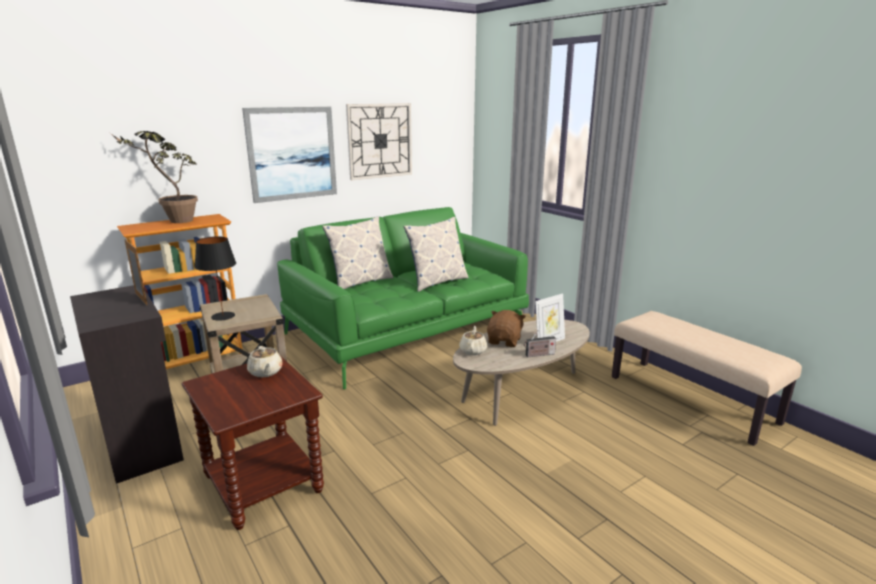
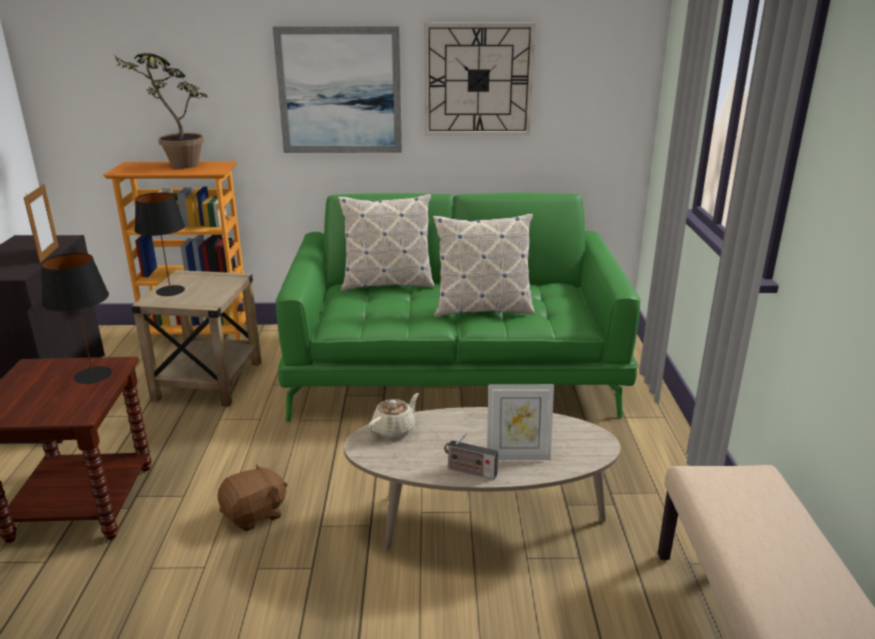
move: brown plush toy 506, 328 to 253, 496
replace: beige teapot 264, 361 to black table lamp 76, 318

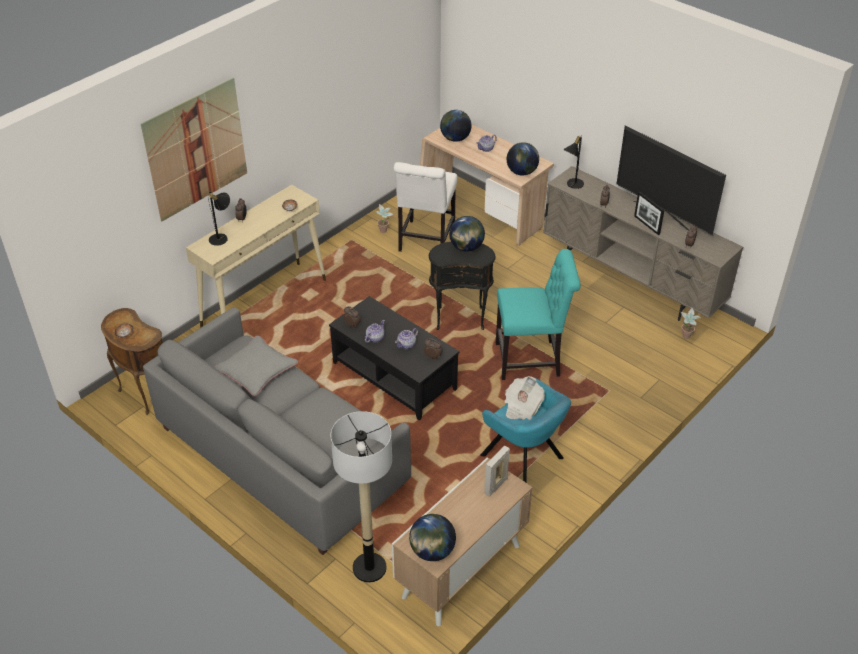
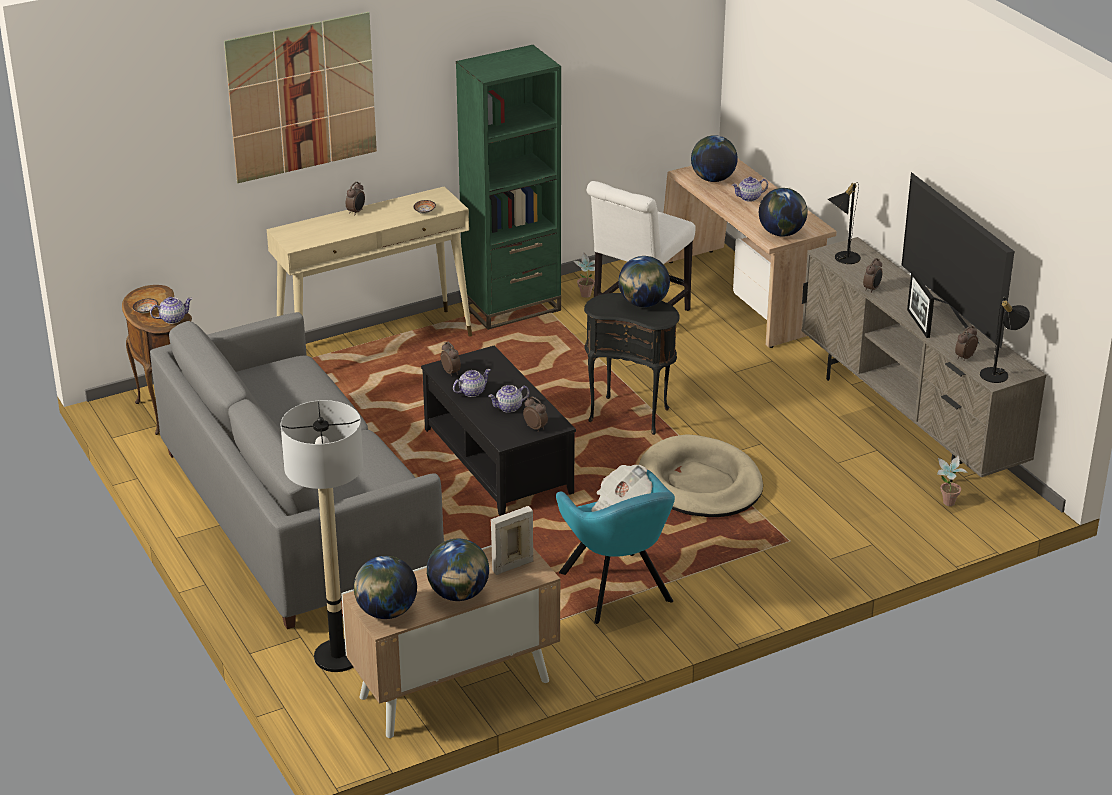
delete: grey pillow 256, 366
insert: teapot 171, 310; globe 458, 570; green bookcase 508, 187
move: black table lamp 219, 218 to 1005, 340
replace: turquoise chair 538, 314 to beige dog bed 701, 475

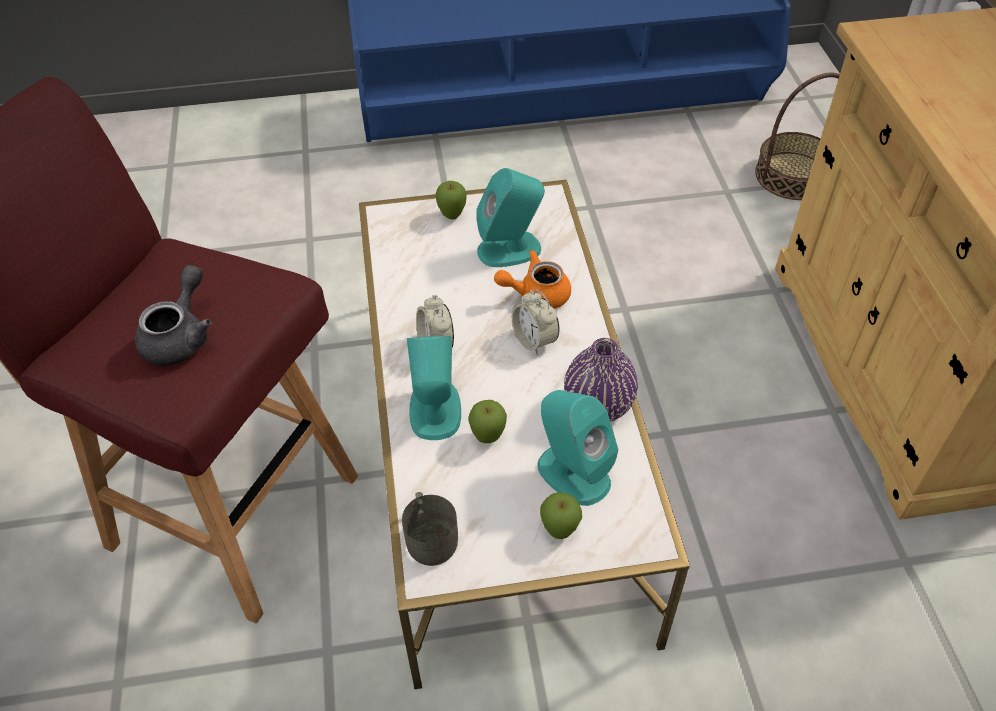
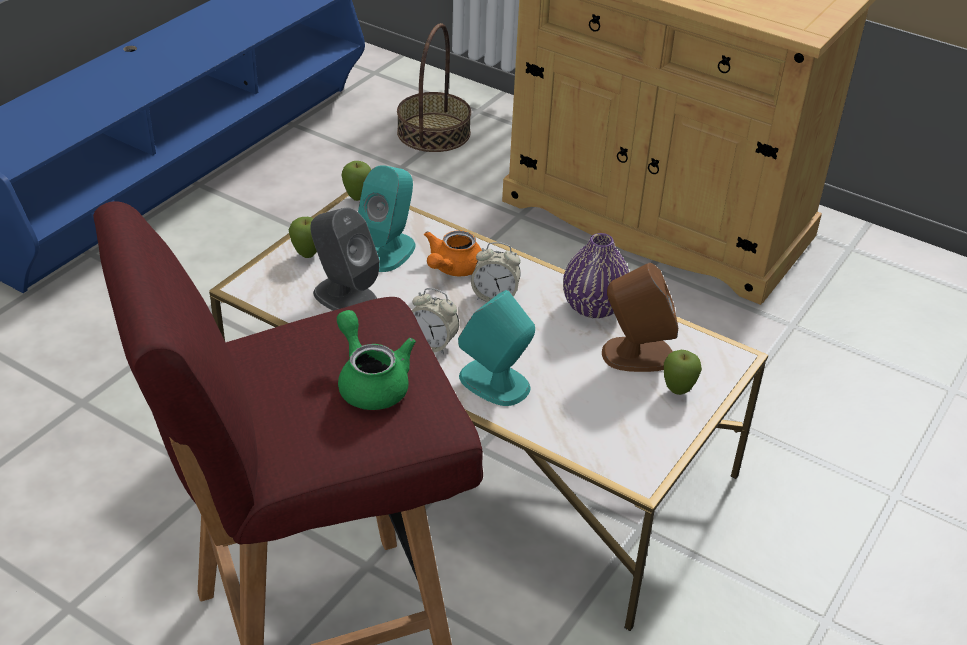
delete: grey mug 430, 529
insert: grey speaker 345, 259
move: apple 487, 421 to 356, 181
recolor: grey teapot 173, 315 to green teapot 376, 360; turquoise speaker 577, 448 to brown speaker 640, 317

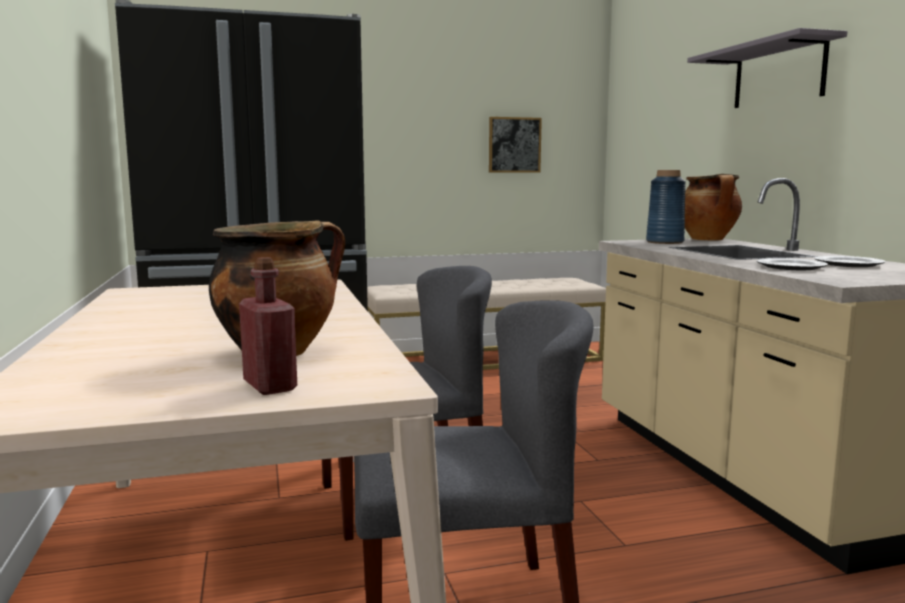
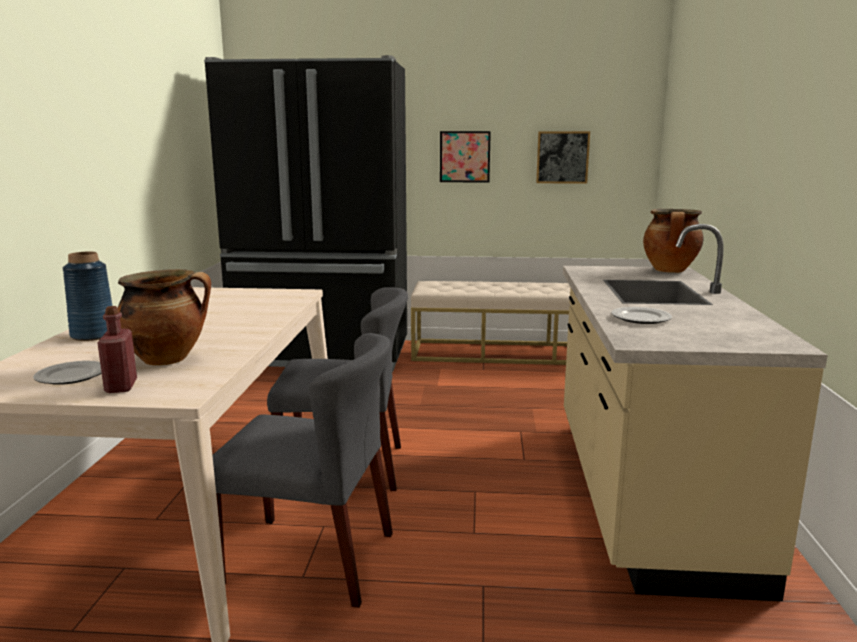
delete: grey shelf 767, 68
insert: picture 465, 157
move: blue vase 666, 207 to 88, 296; plate 849, 261 to 67, 373

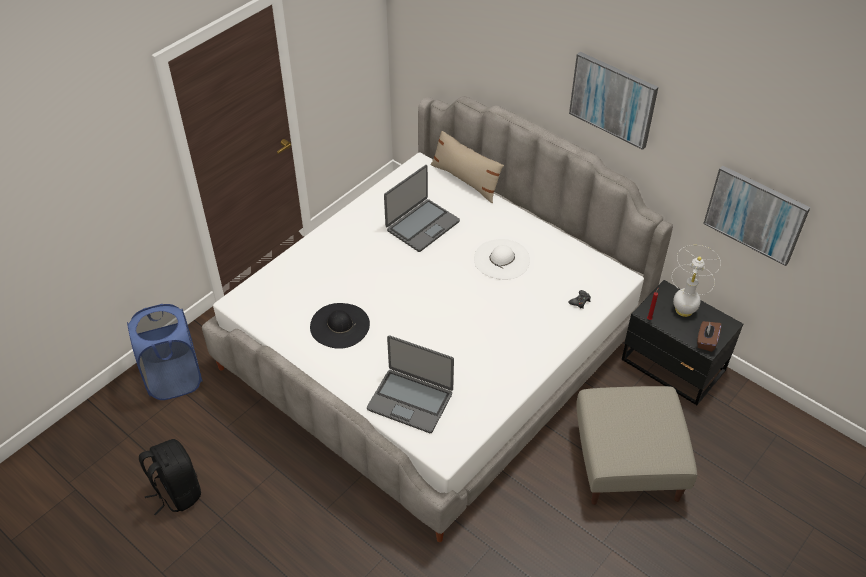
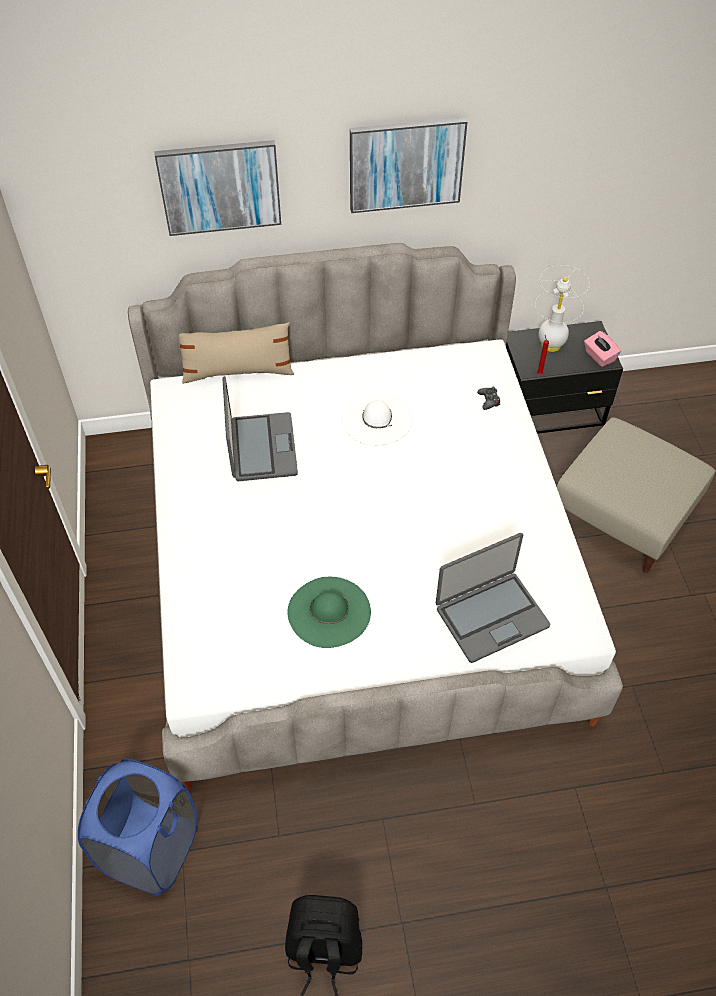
move: picture 756, 215 to 217, 188
recolor: black hat 340, 326 to green hat 329, 612; brown tissue box 709, 336 to pink tissue box 602, 349

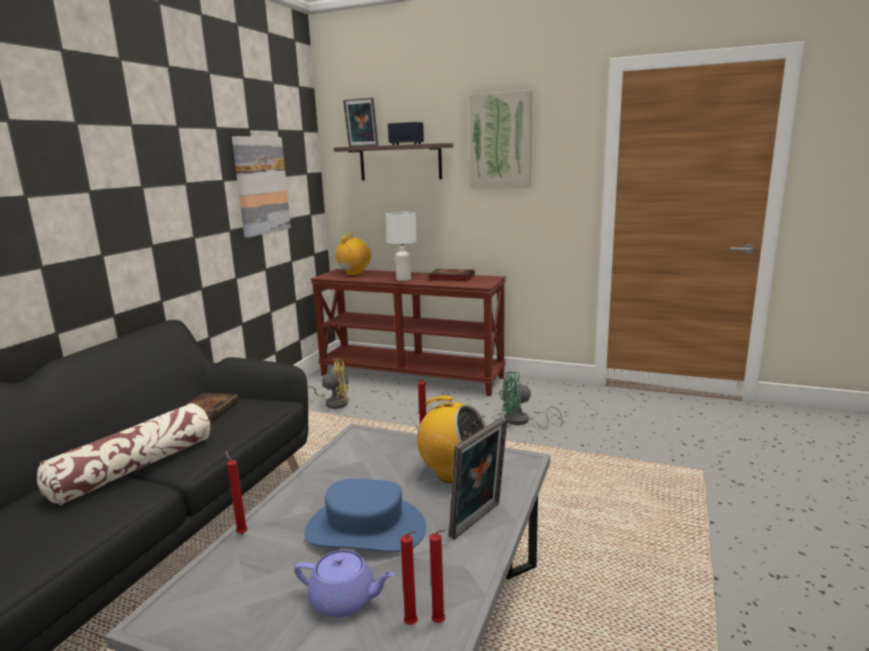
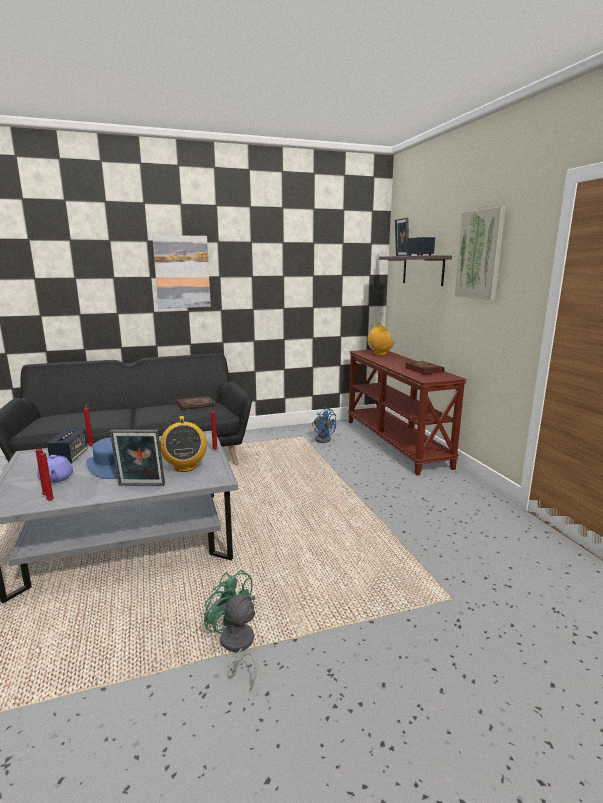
delete: pillow 124, 454; white table lamp 401, 246
insert: speaker 67, 446
move: picture 261, 186 to 181, 271; green fan 531, 400 to 230, 630
recolor: yellow fan 328, 384 to blue fan 324, 425

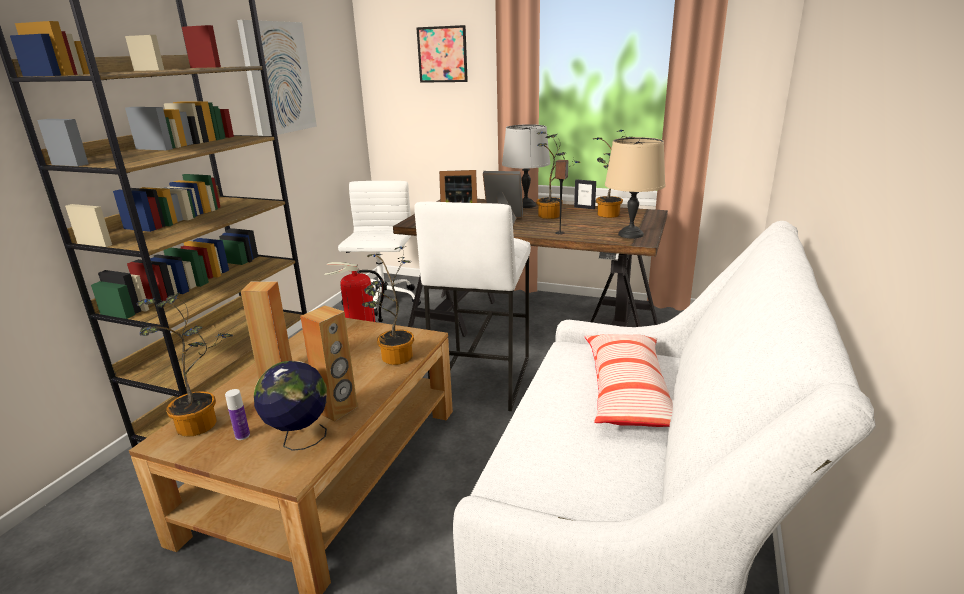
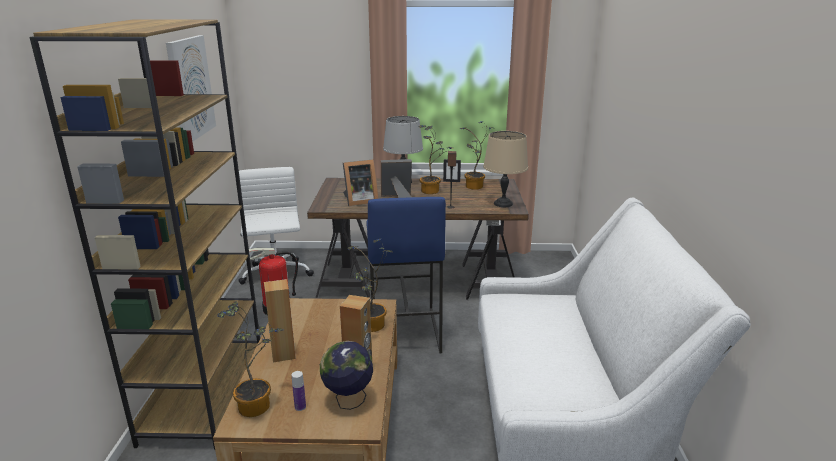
delete: picture 442, 54; pillow 628, 380
recolor: white stool 472, 306 to blue stool 406, 275

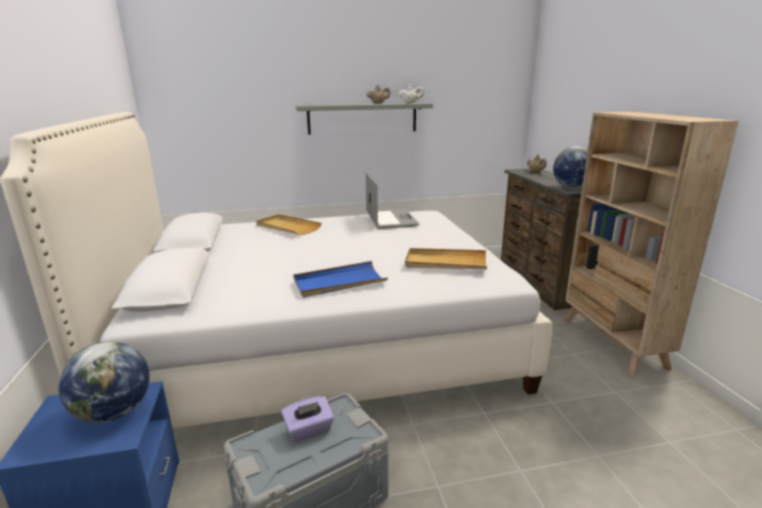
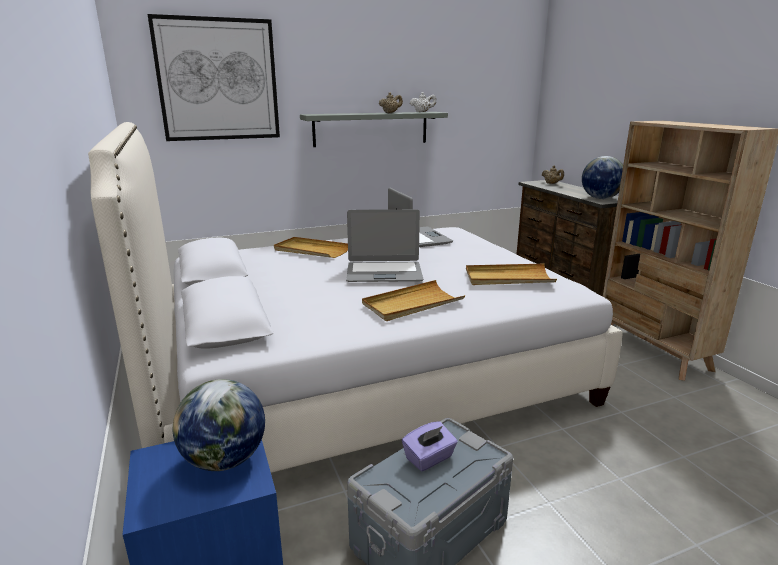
insert: picture 214, 77; laptop 384, 245
recolor: blue tray 340, 279 to beige tray 413, 300

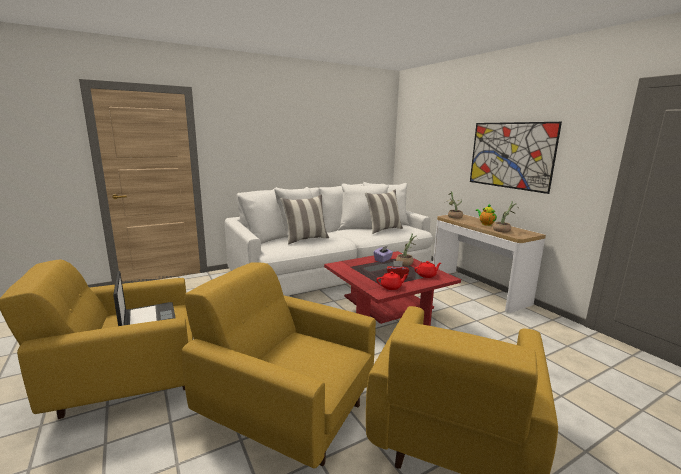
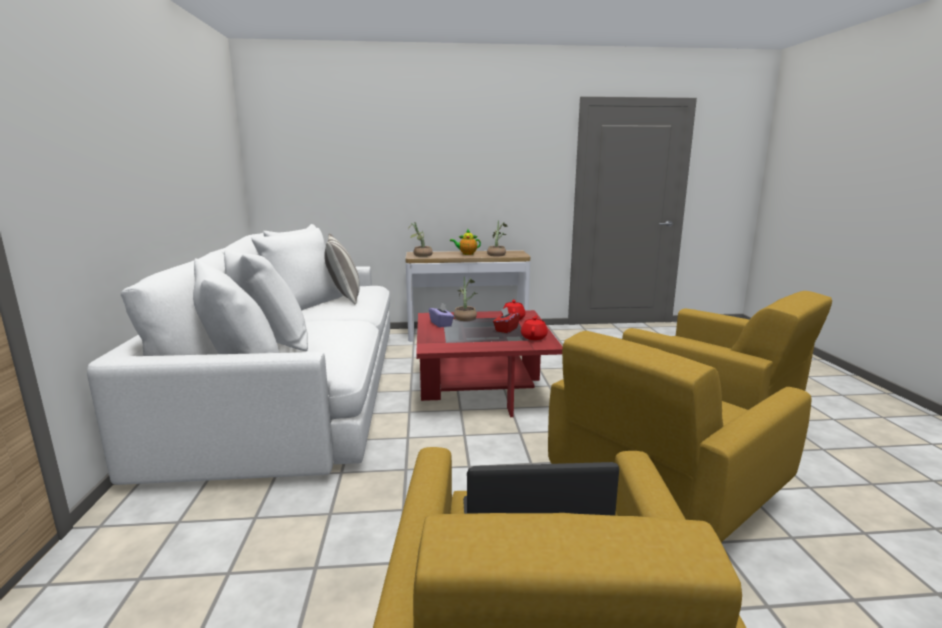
delete: pillow 304, 219; picture 516, 158

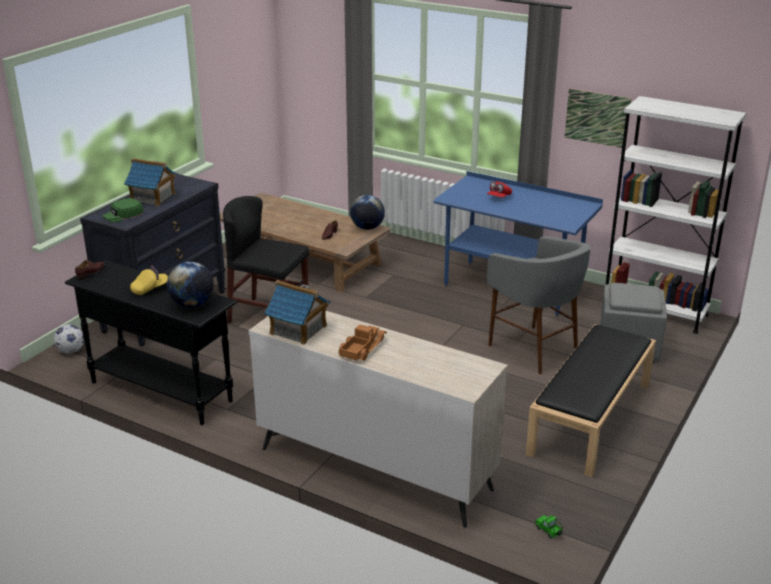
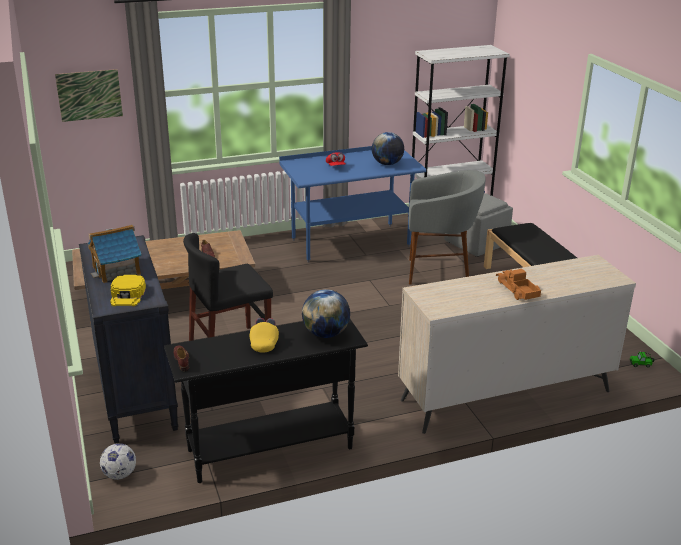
delete: toy house 297, 312
move: globe 367, 212 to 388, 148; picture 597, 118 to 89, 95
recolor: green cap 123, 210 to yellow cap 128, 290

